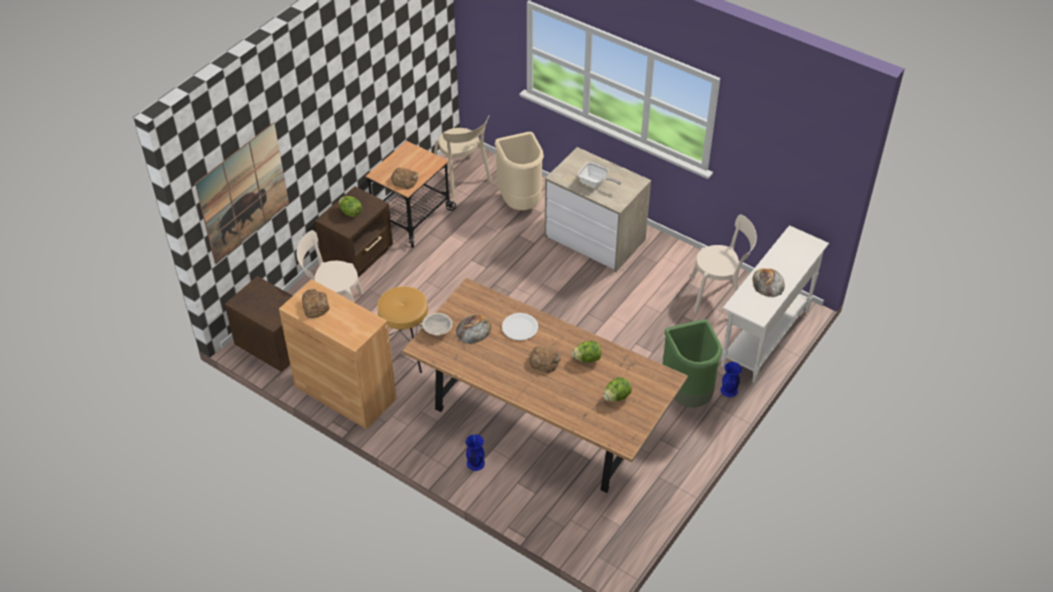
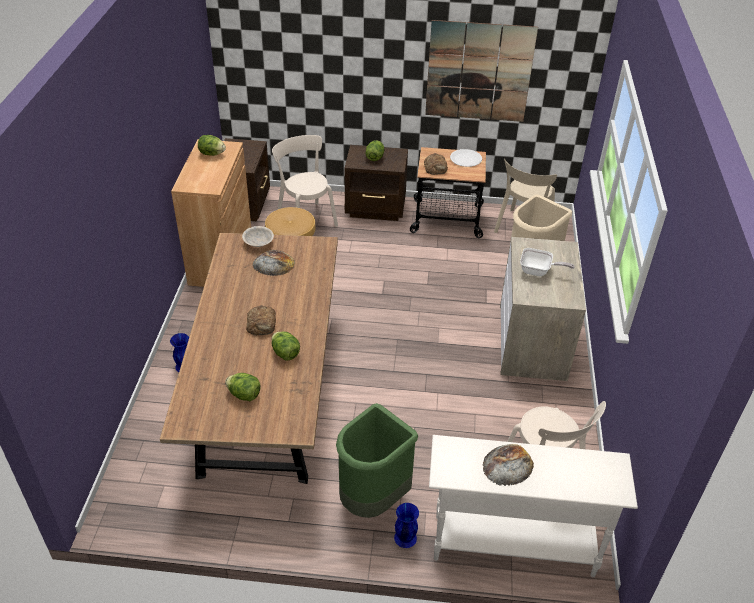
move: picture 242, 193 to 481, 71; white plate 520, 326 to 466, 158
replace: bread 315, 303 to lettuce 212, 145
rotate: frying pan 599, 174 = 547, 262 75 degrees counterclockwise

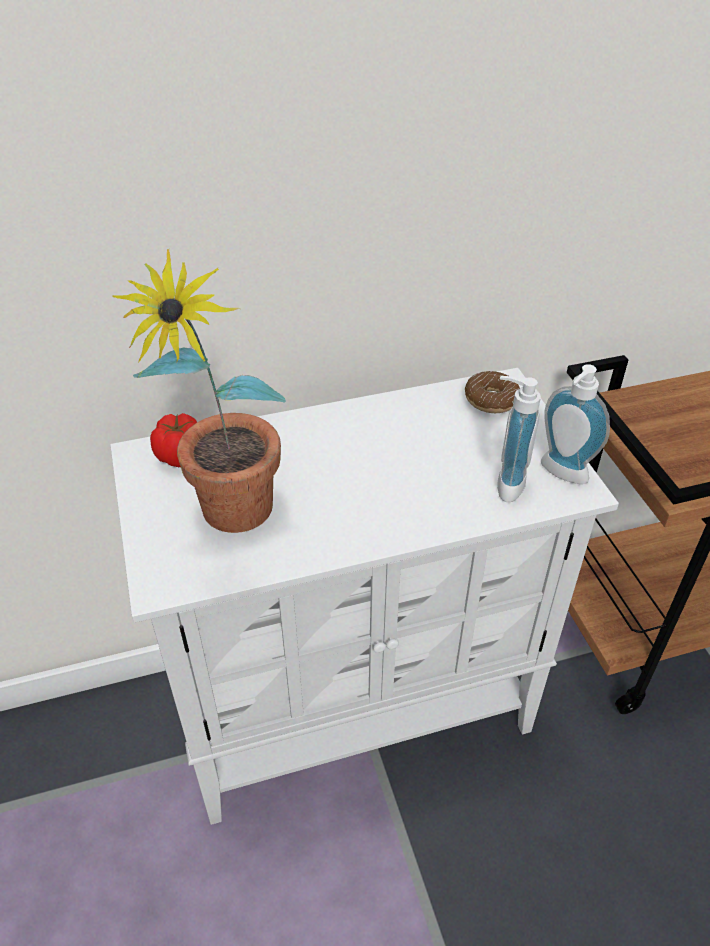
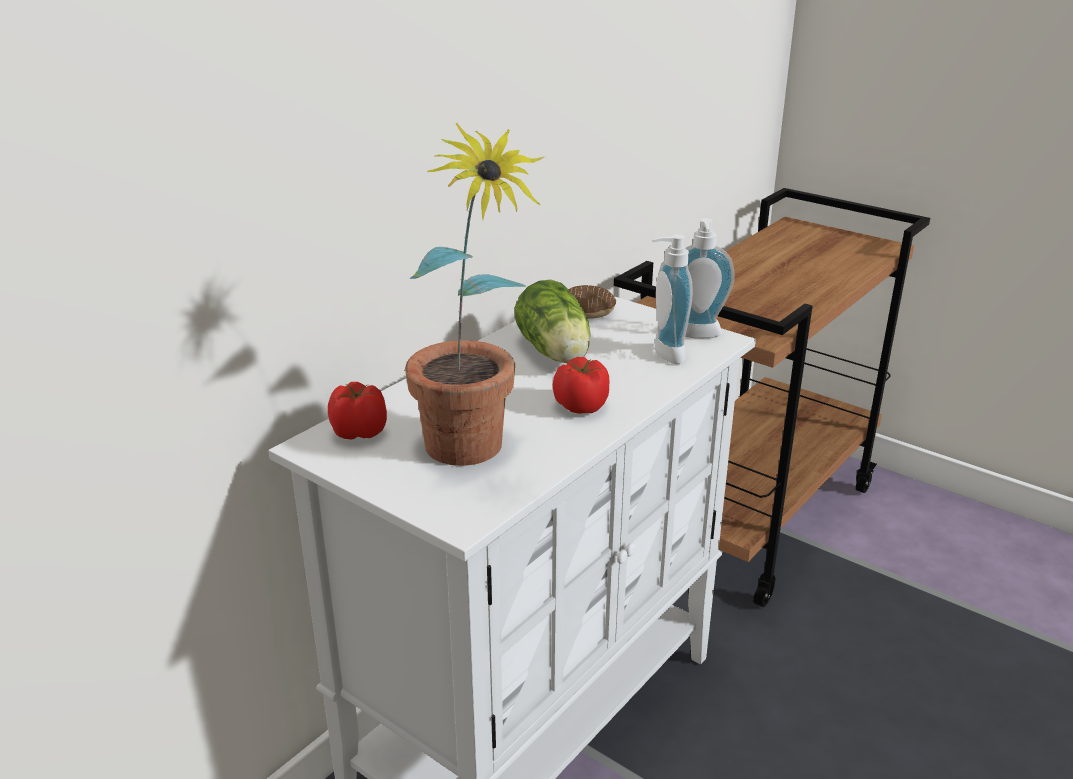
insert: lettuce 553, 321; tomato 581, 385

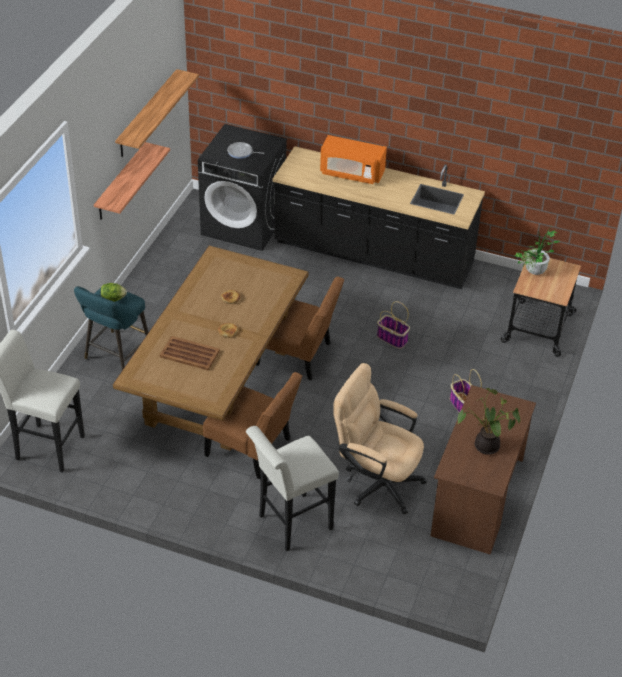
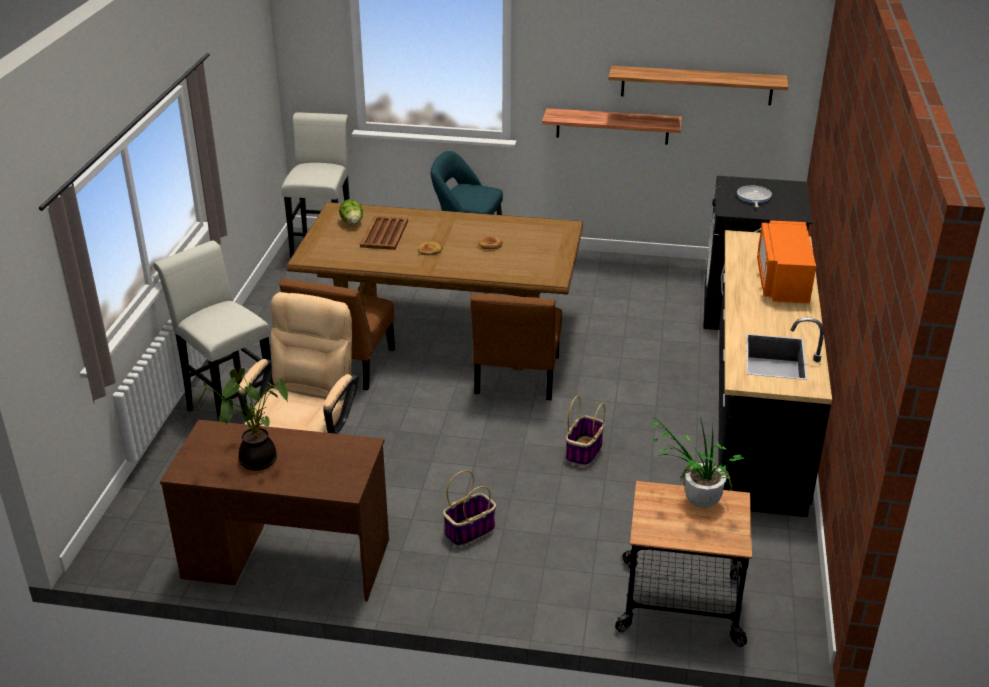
move: lettuce 114, 292 to 351, 212

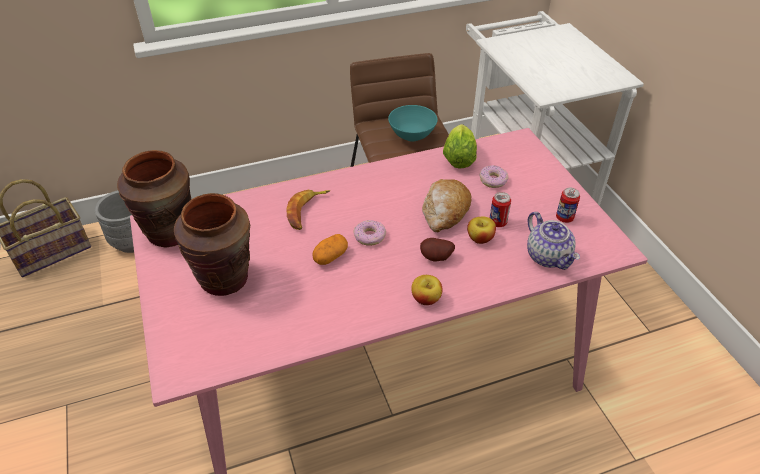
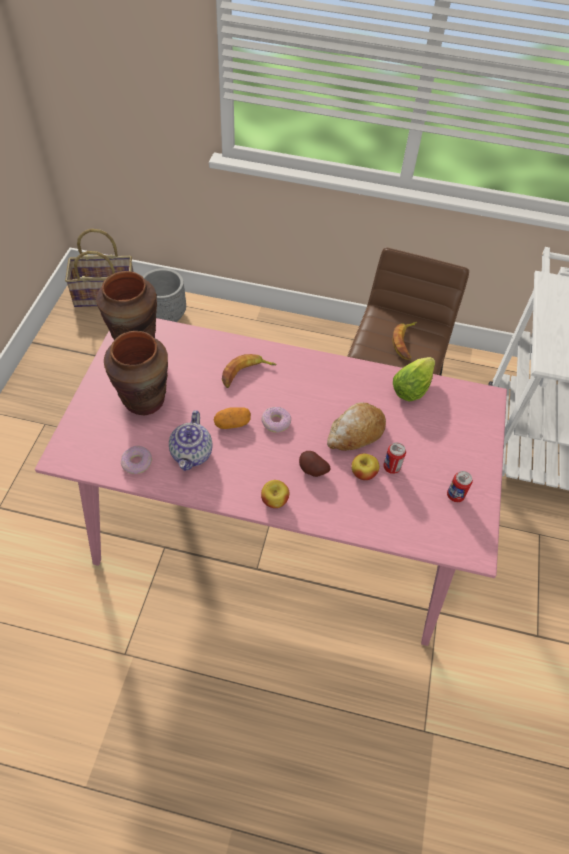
move: donut 494, 176 to 136, 460; teapot 553, 241 to 190, 440
replace: turquoise bowl 413, 123 to banana 405, 341

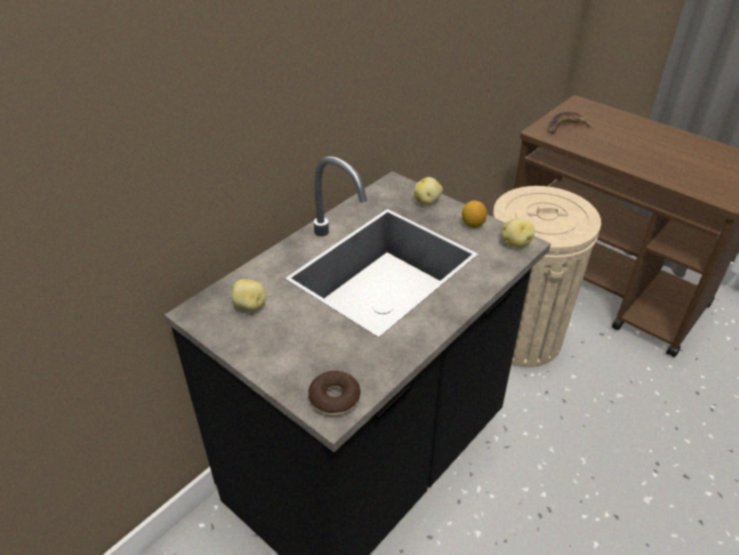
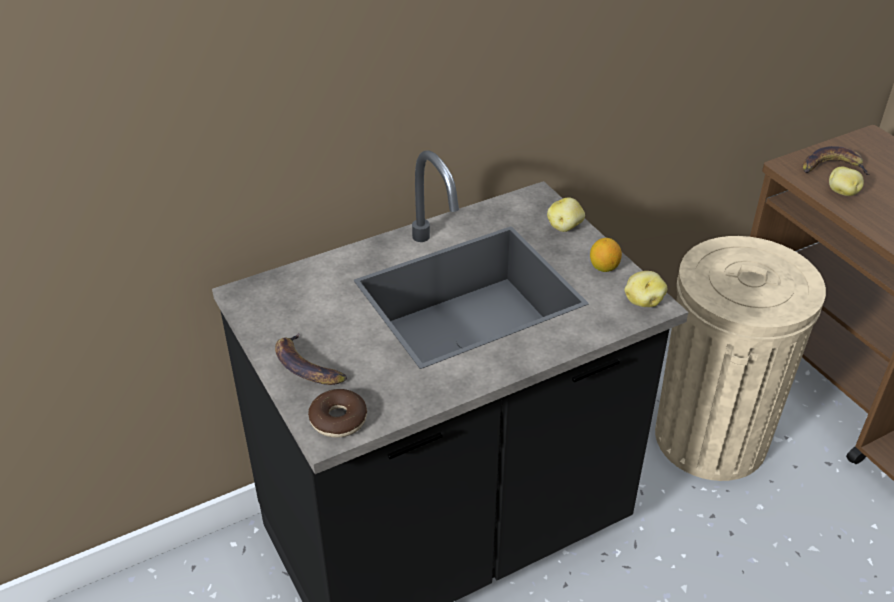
insert: banana 311, 359
move: potato 248, 295 to 846, 181

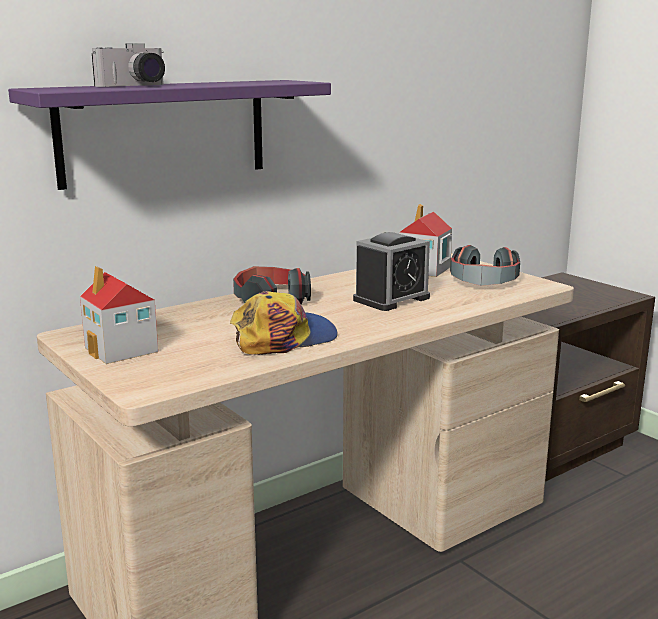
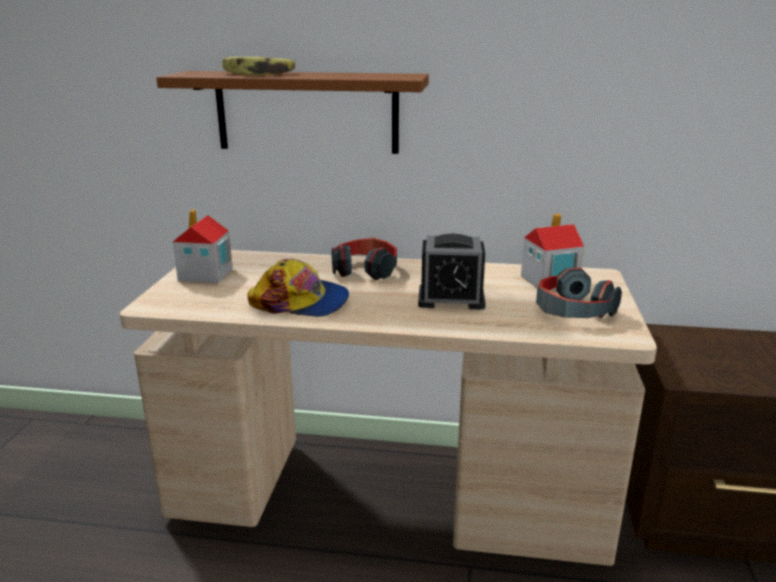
replace: photo camera 128, 65 to banana 258, 66
recolor: purple shelf 169, 135 to brown shelf 292, 112

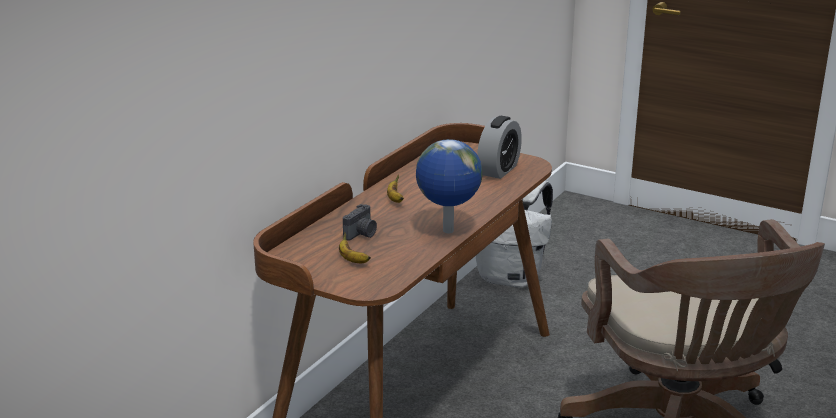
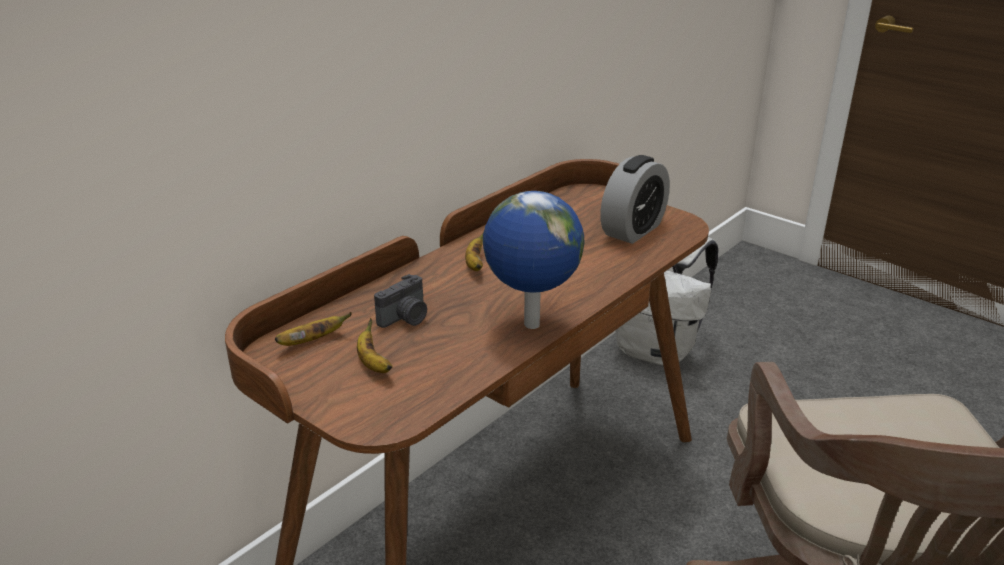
insert: banana 313, 329

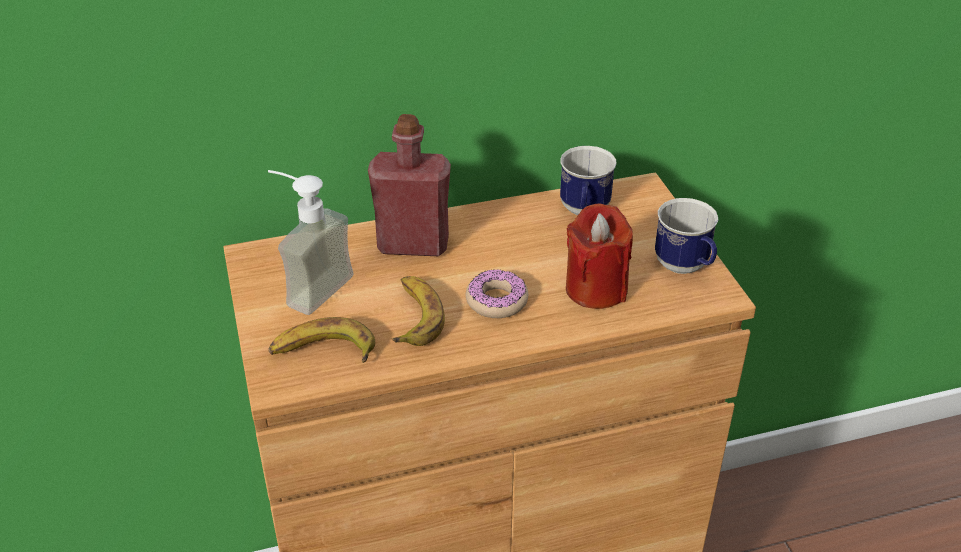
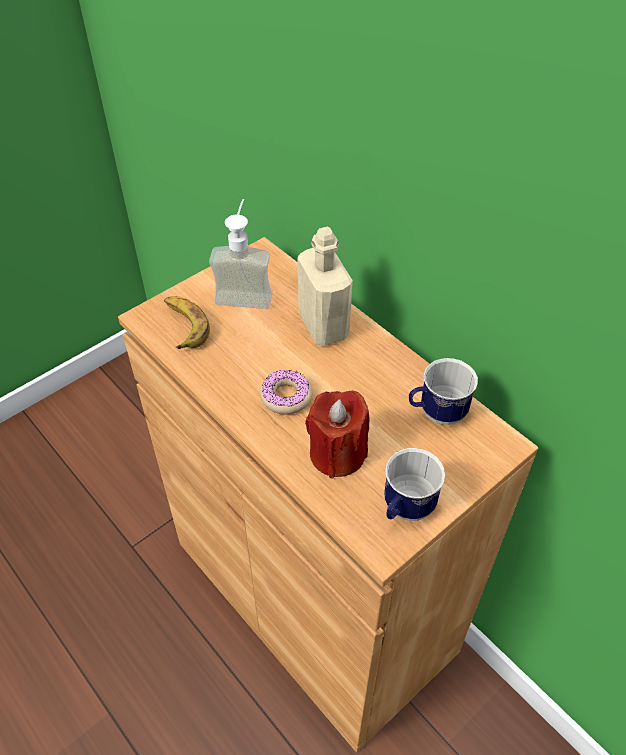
delete: banana 418, 311
recolor: red bottle 409, 185 to beige bottle 325, 286

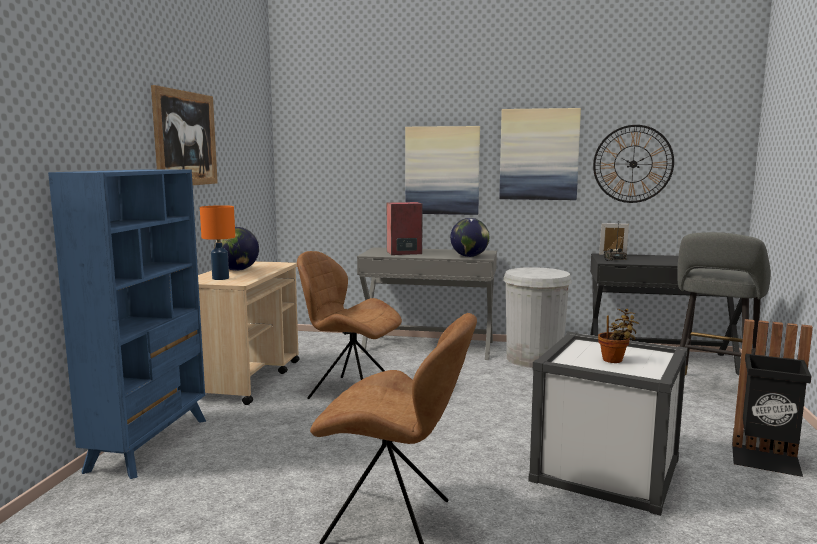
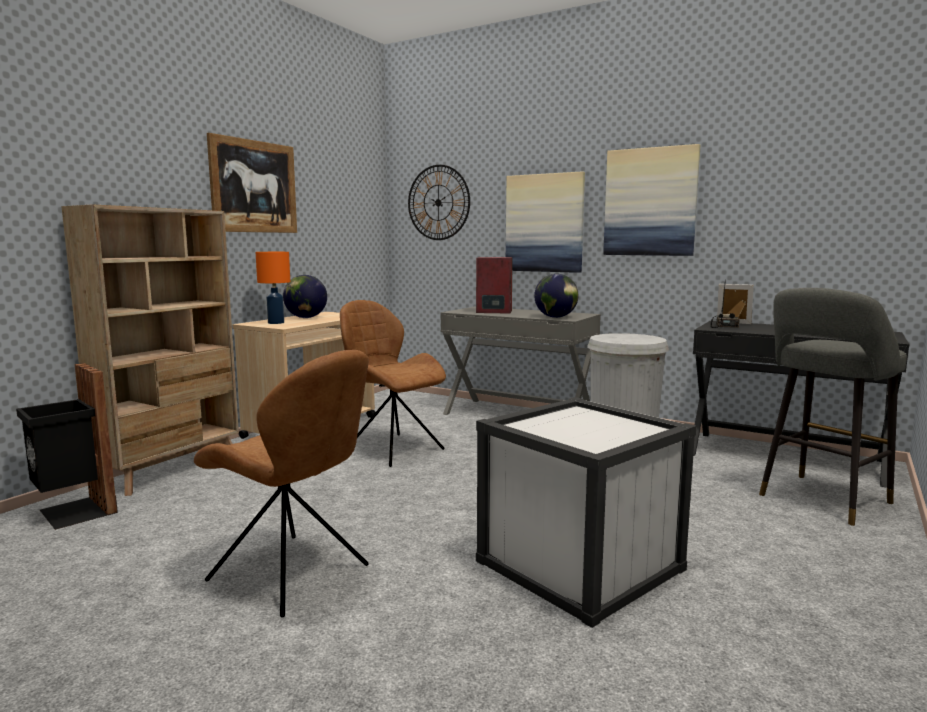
delete: potted plant 619, 336
move: wall clock 633, 164 to 439, 202; black trash can 772, 398 to 67, 446
recolor: blue bookcase 127, 324 to beige bookcase 150, 350

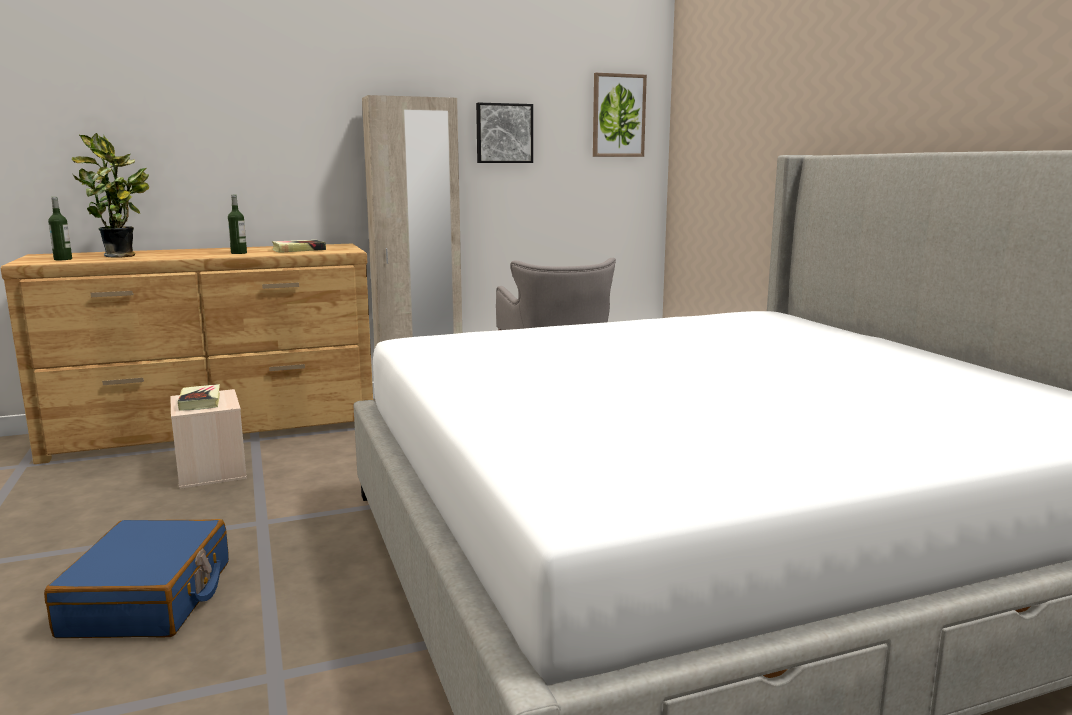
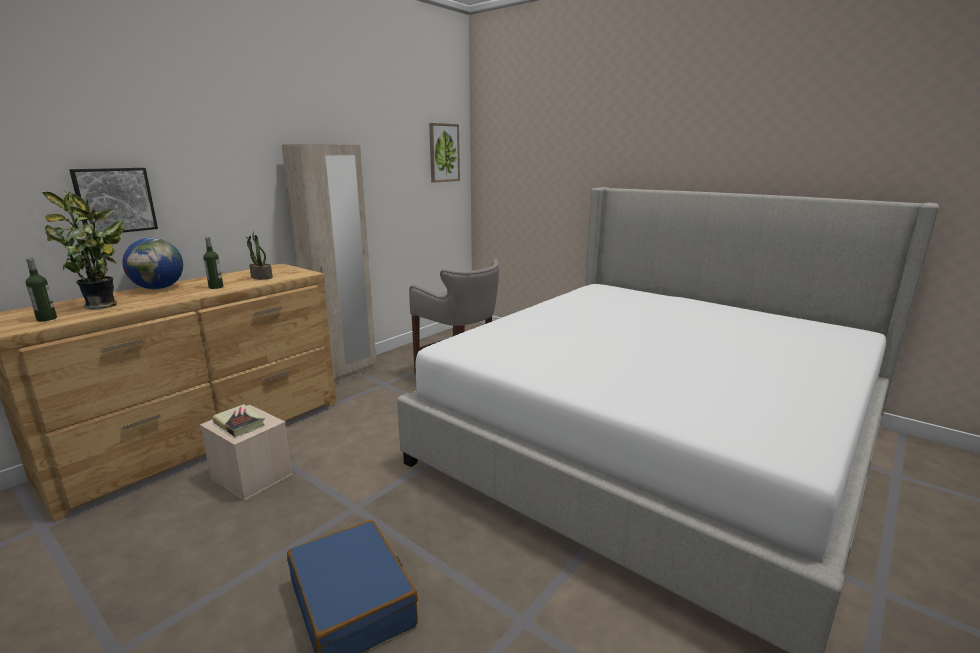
insert: globe 152, 264
move: picture 504, 133 to 113, 202
replace: book 299, 246 to potted plant 259, 255

